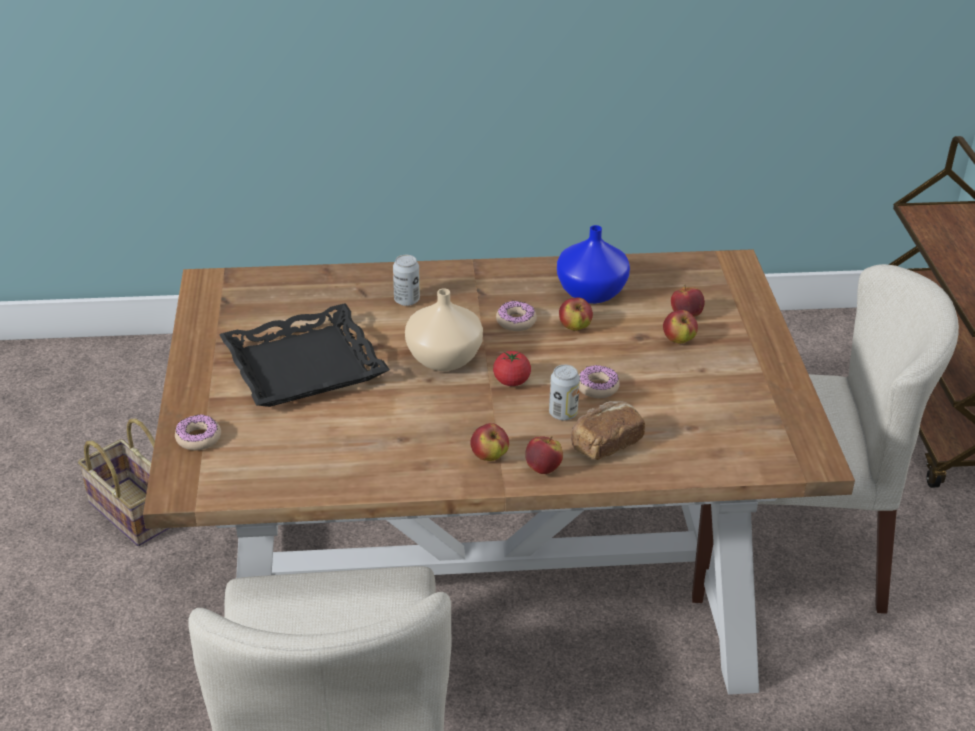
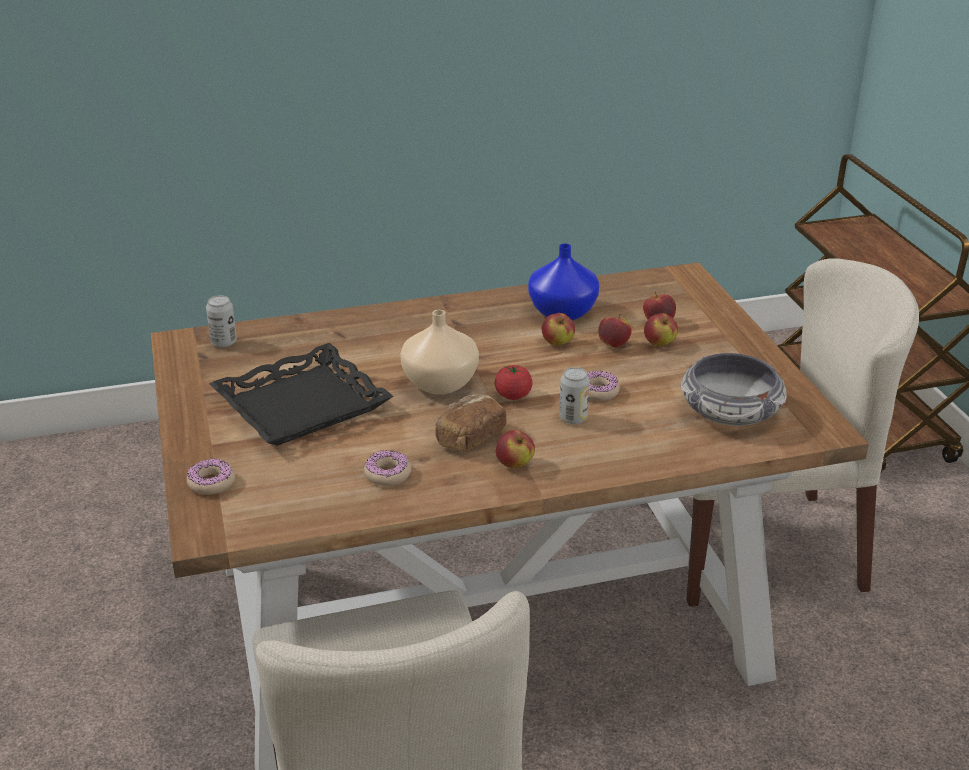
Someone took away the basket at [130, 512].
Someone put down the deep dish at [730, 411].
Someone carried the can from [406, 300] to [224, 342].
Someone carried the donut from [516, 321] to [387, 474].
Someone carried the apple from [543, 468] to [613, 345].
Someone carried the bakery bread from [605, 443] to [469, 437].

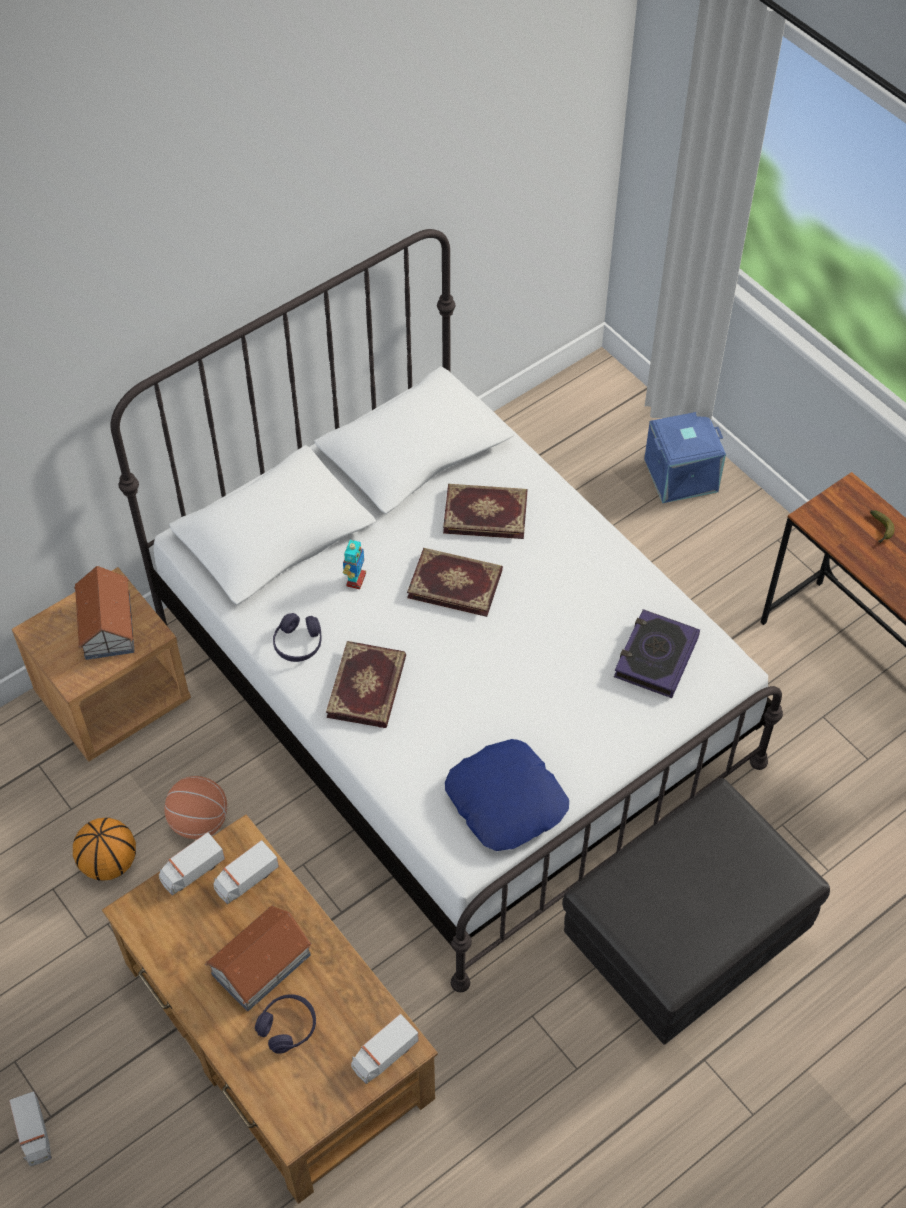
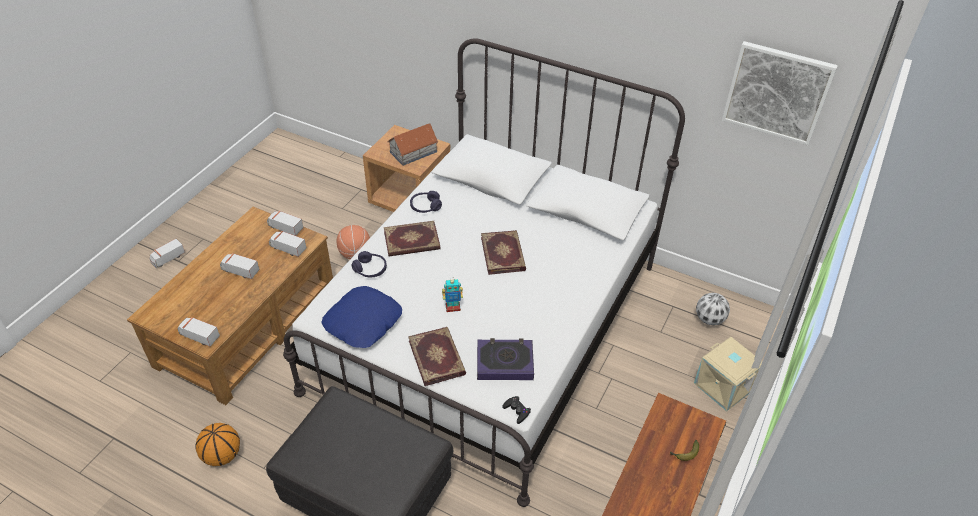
Someone put down the gamepad (black-coloured) at [517, 411].
Someone put down the football at [710, 319].
Someone put up the wall art at [777, 92].
Someone carried the basketball from [108, 862] to [222, 455].
Someone carried the pair of headphones (purplish) from [287, 1026] to [370, 269].
Someone carried the model robot from [355, 579] to [453, 307].
Someone carried the bound book from [485, 512] to [437, 357].
Someone swapped the miniature house at [262, 964] for the toy lorry at [240, 271].
Someone repainted the storage box (bluish) at [681, 474], which became the storage box (beige) at [724, 386].

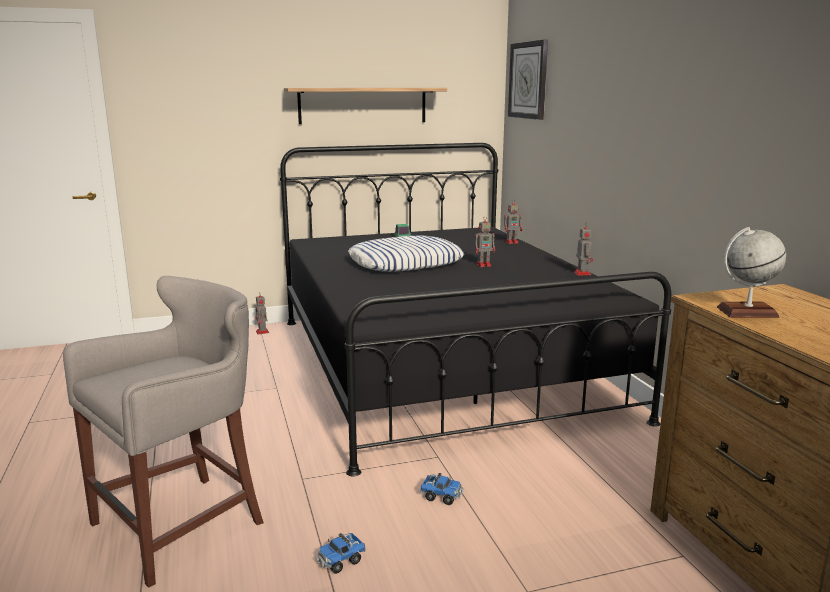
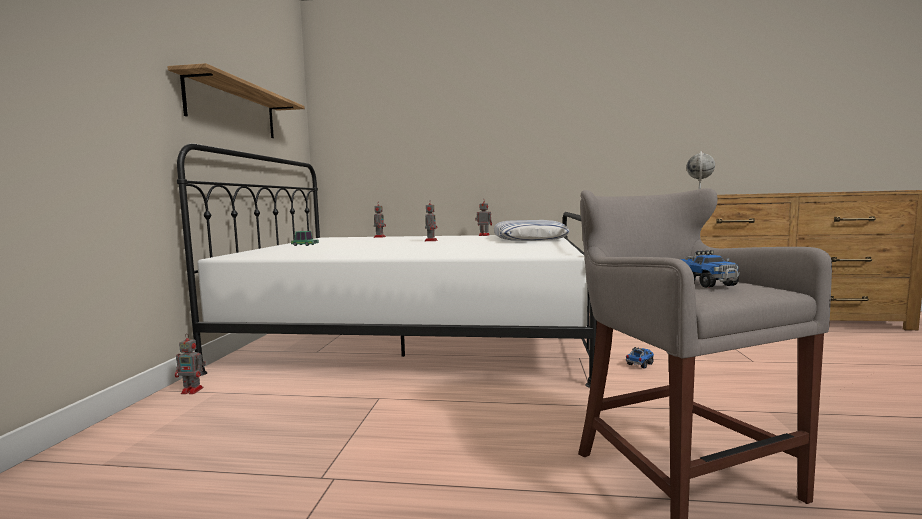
Someone took away the hanging clock at [528, 80].
Someone carried the toy lorry from [341, 561] to [707, 284].
Someone carried the pillow from [405, 263] to [528, 238].
Someone repainted the bed (black-coloured) at [441, 365], which became the bed (whitish) at [418, 336].

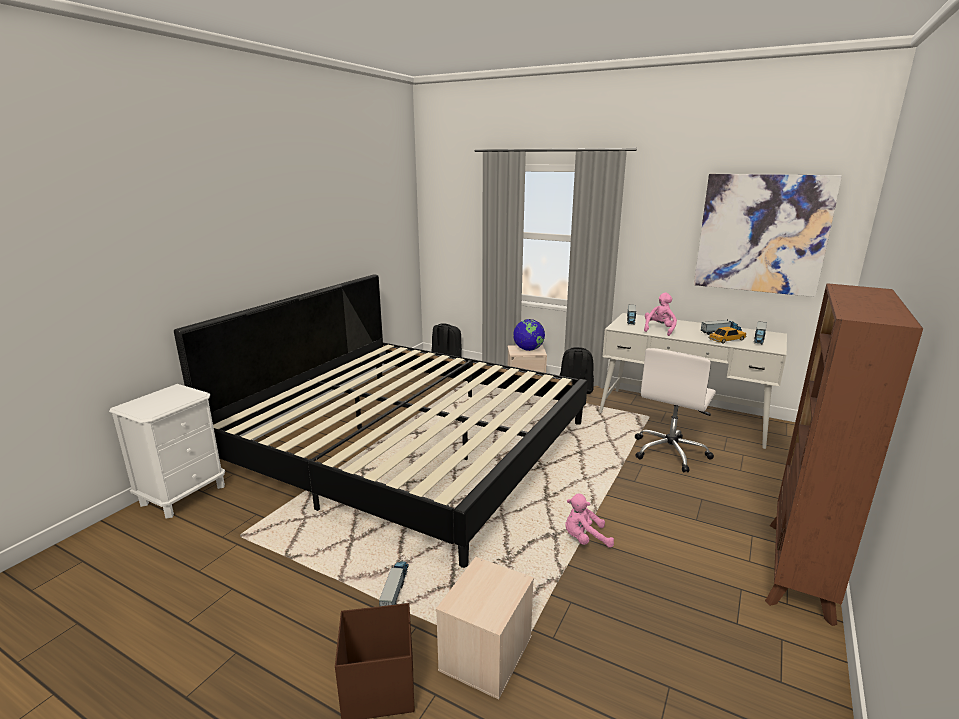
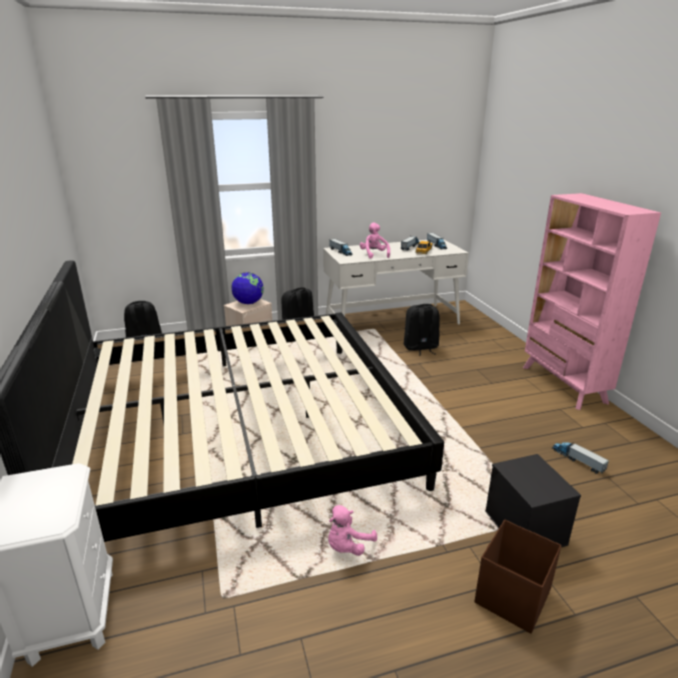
Someone took away the wall art at [761, 234].
Someone carried the toy lorry from [395, 589] to [577, 460].
Someone carried the cuddly toy (pink) from [584, 539] to [347, 546].
Someone swapped the computer chair (whitish) at [670, 452] for the rucksack (black-coloured) at [420, 348].
Someone repainted the storage box (beige) at [486, 654], which became the storage box (black-coloured) at [526, 528].
Someone repainted the bookcase (brown) at [798, 569], which became the bookcase (pink) at [563, 385].

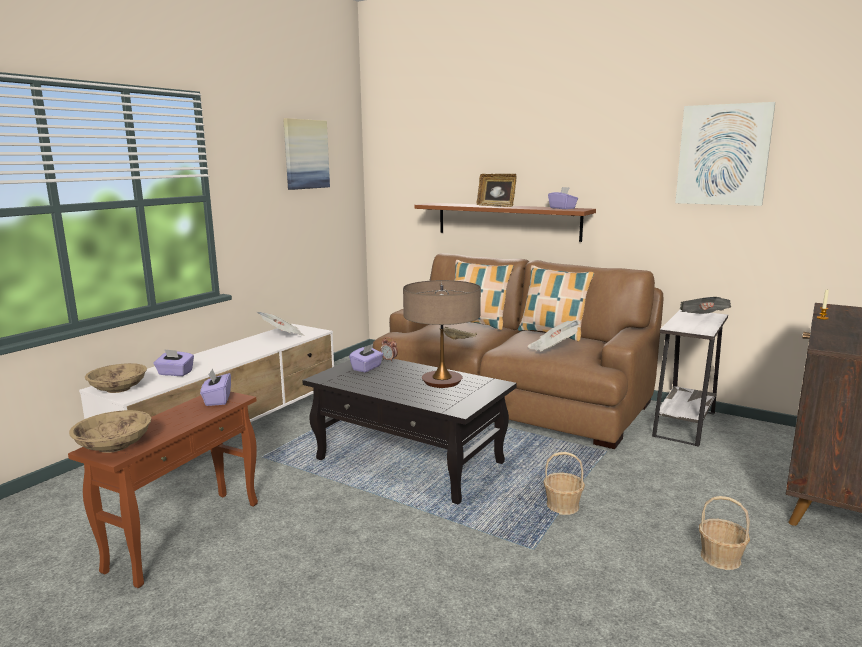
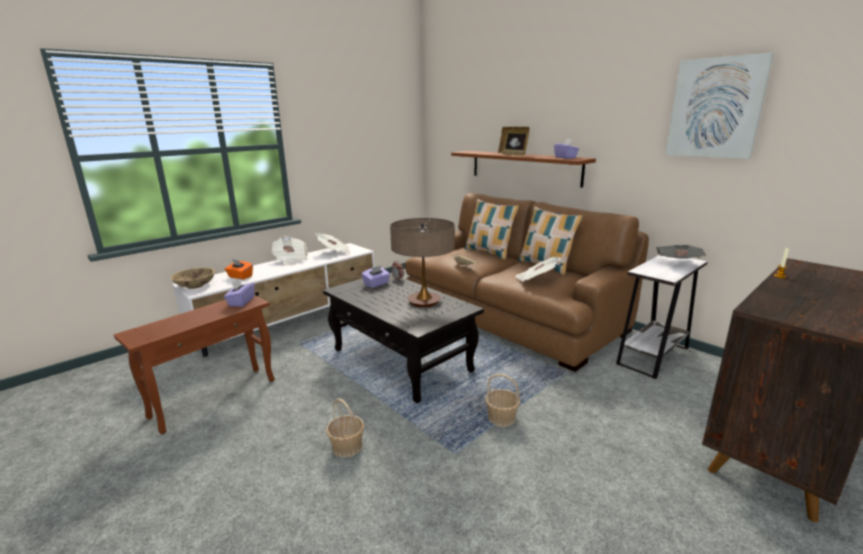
Someone took away the deep dish (beige) at [114, 446].
Someone took away the wall art at [306, 154].
Someone put down the printed paper at [291, 260].
Someone carried the basket from [720, 558] to [347, 446].
Someone repainted the tissue holder (purplish) at [175, 373], which became the tissue holder (orangey) at [240, 277].

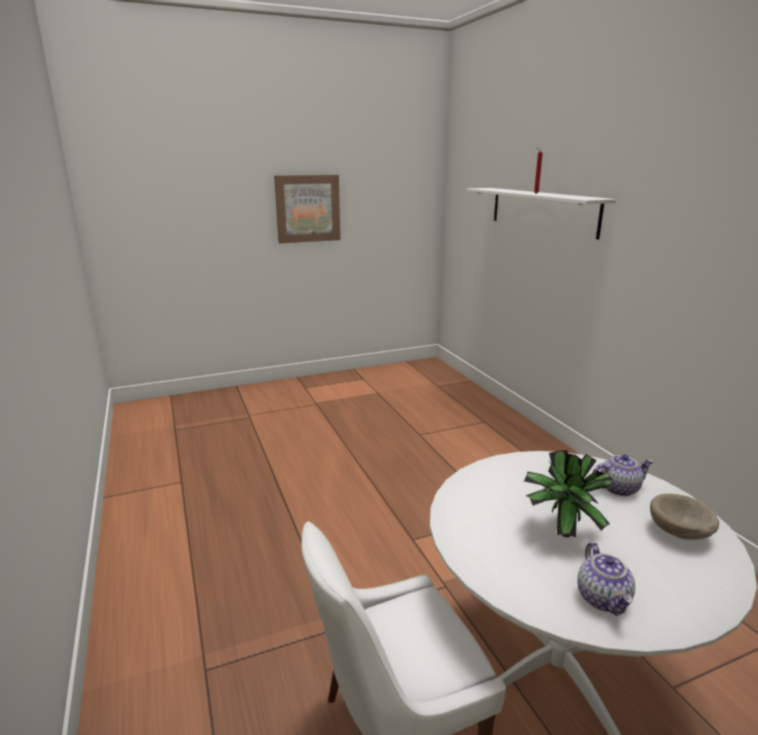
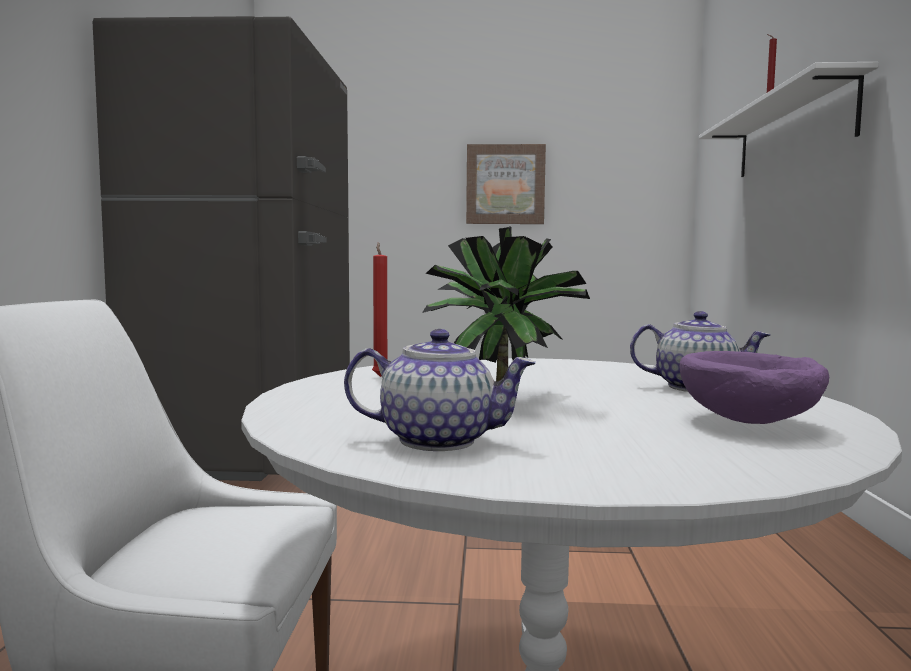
Someone put down the refrigerator (grey) at [251, 450].
Someone put down the wax light (reddish) at [380, 376].
Someone repainted the deep dish (beige) at [680, 534], which became the deep dish (purplish) at [748, 423].
Someone rotated the tea pot at [603, 599] by 105 degrees counterclockwise.

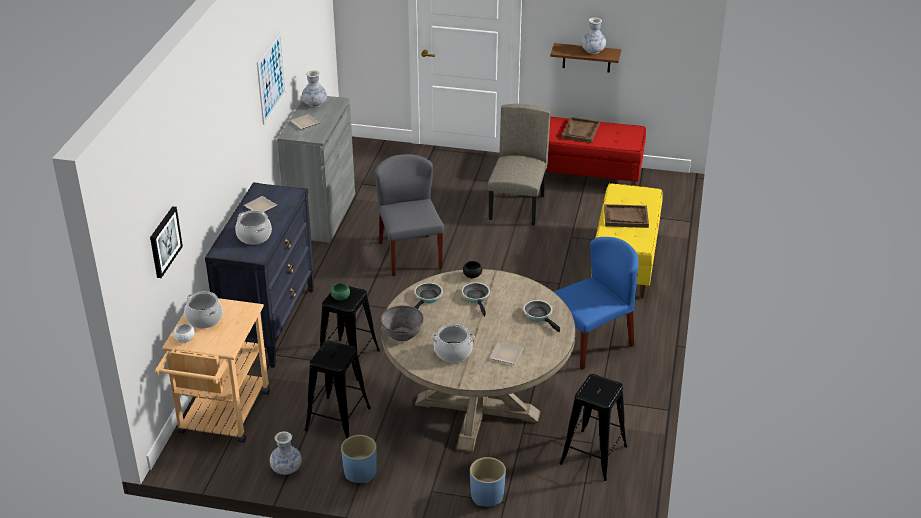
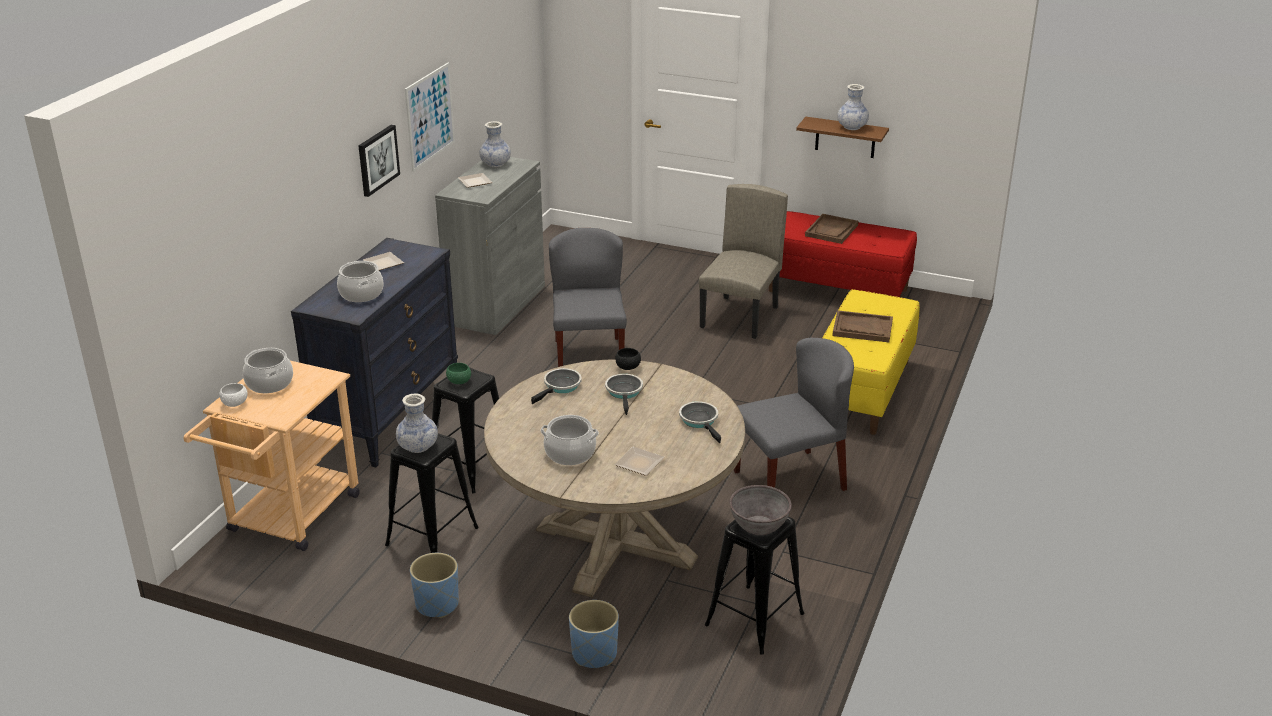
Someone carried the wall art from [164, 241] to [377, 160].
Someone carried the vase from [286, 468] to [418, 446].
Someone carried the deep dish (grey) from [402, 334] to [759, 525].
Someone repainted the upright chair (bluish) at [591, 342], which became the upright chair (grey) at [790, 480].

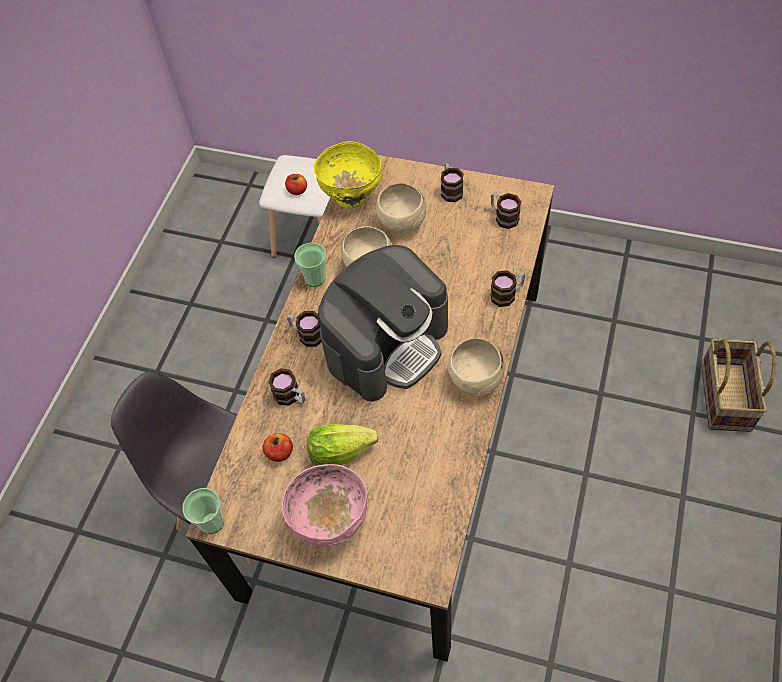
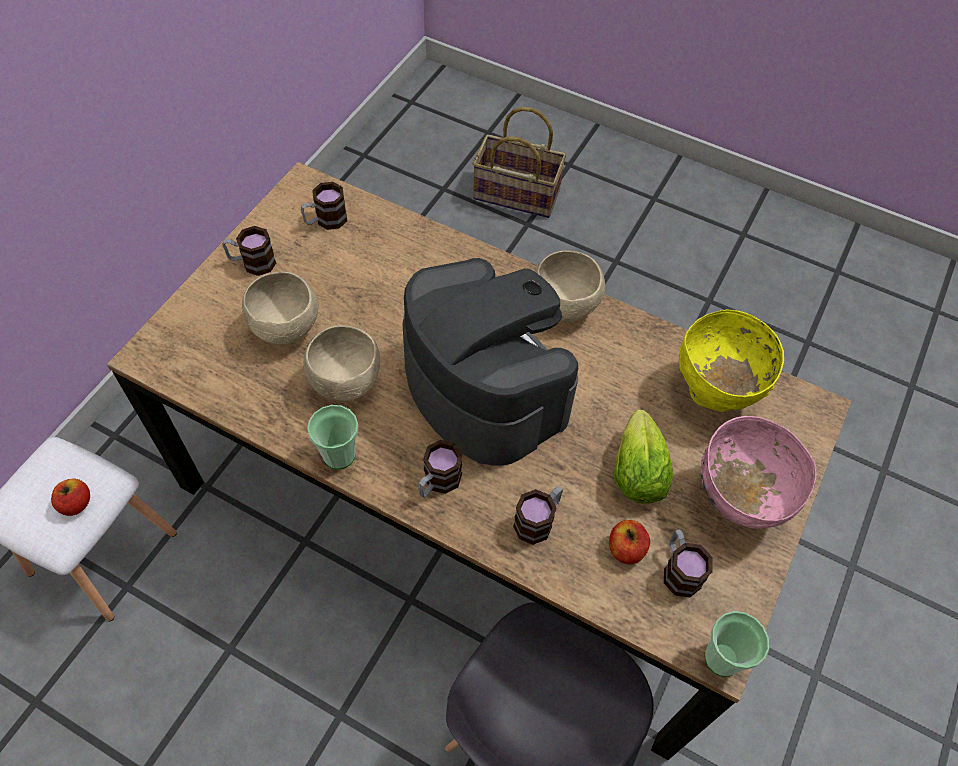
Someone carried the deep dish (yellow) from [351, 197] to [715, 392].
Someone carried the tea mug from [507, 294] to [679, 569].

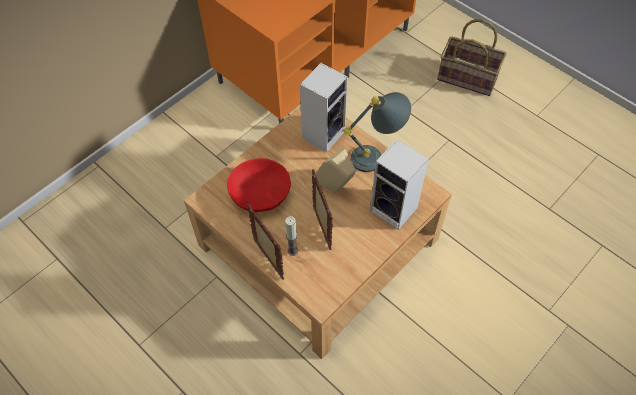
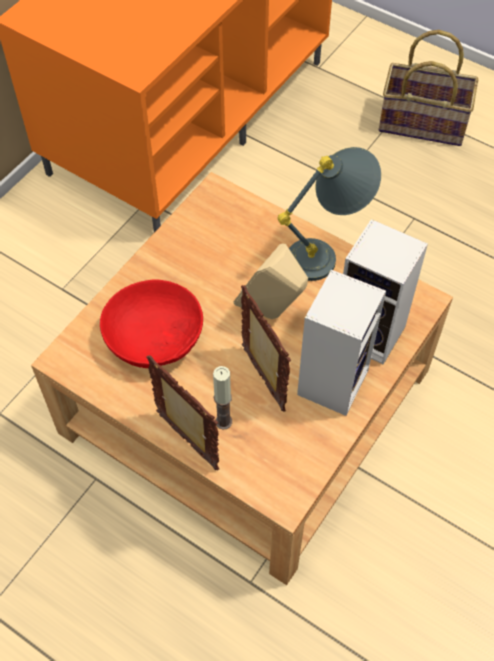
Someone carried the audio speaker from [324, 133] to [332, 379].

